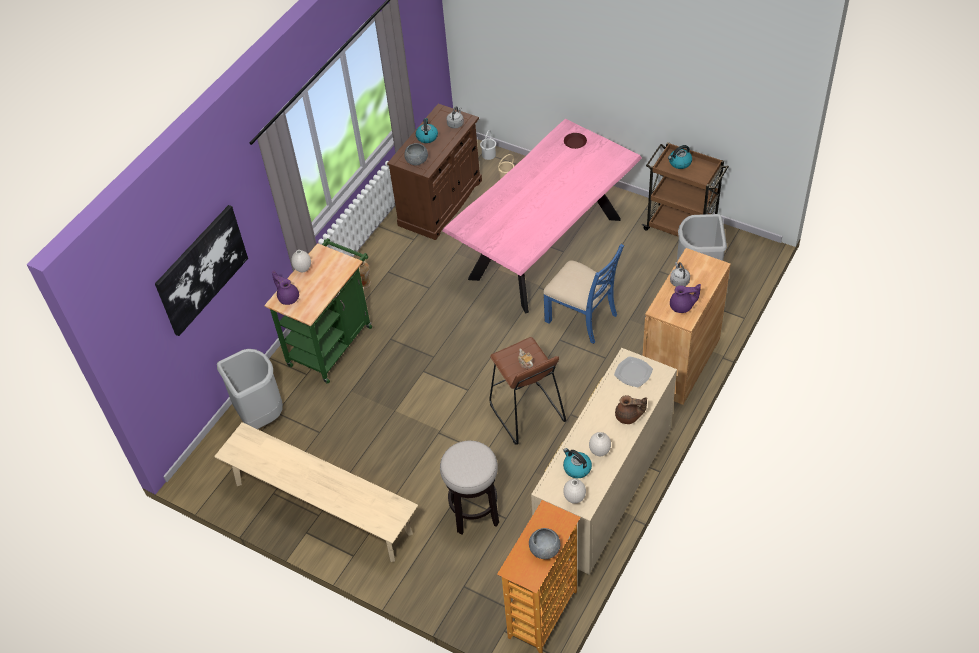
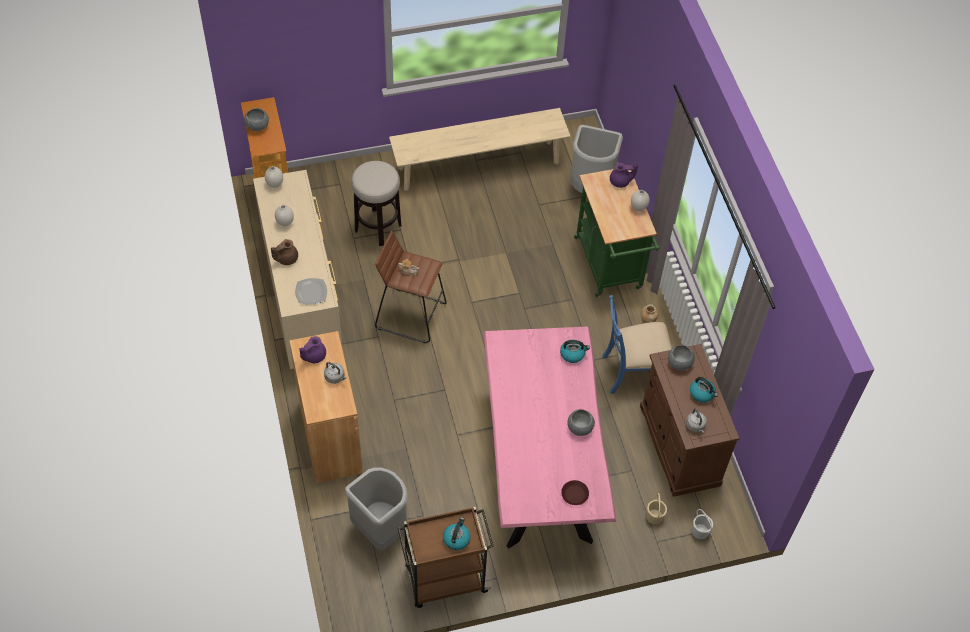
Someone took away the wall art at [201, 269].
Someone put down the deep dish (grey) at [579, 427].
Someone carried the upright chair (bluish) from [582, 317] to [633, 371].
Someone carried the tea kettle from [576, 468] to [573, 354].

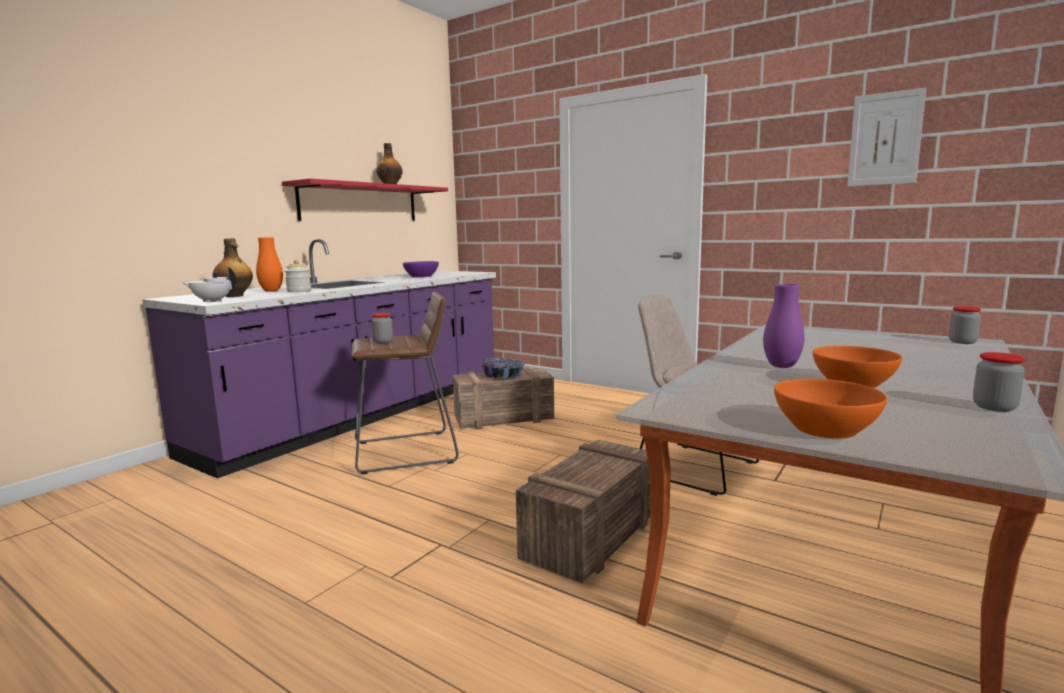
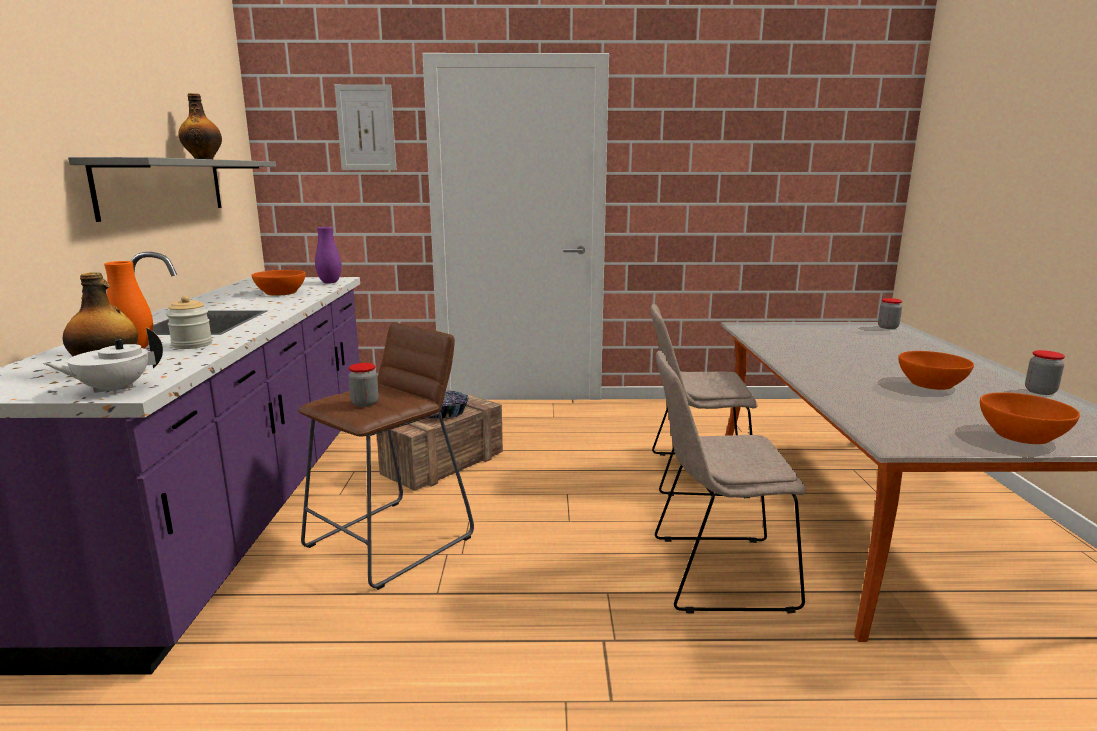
Someone carried the vase (purplish) from [781, 366] to [330, 282].
Someone carried the wall art from [885, 139] to [366, 128].
Someone swapped the packing crate at [591, 535] for the upright chair (beige) at [715, 573].
Someone repainted the wall shelf (reddish) at [360, 203], which became the wall shelf (grey) at [163, 187].
Someone repainted the deep dish (purplish) at [421, 276], which became the deep dish (orangey) at [281, 293].

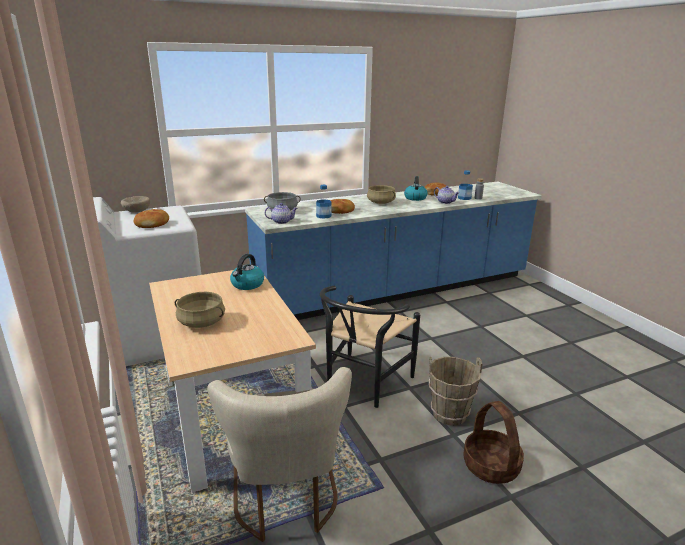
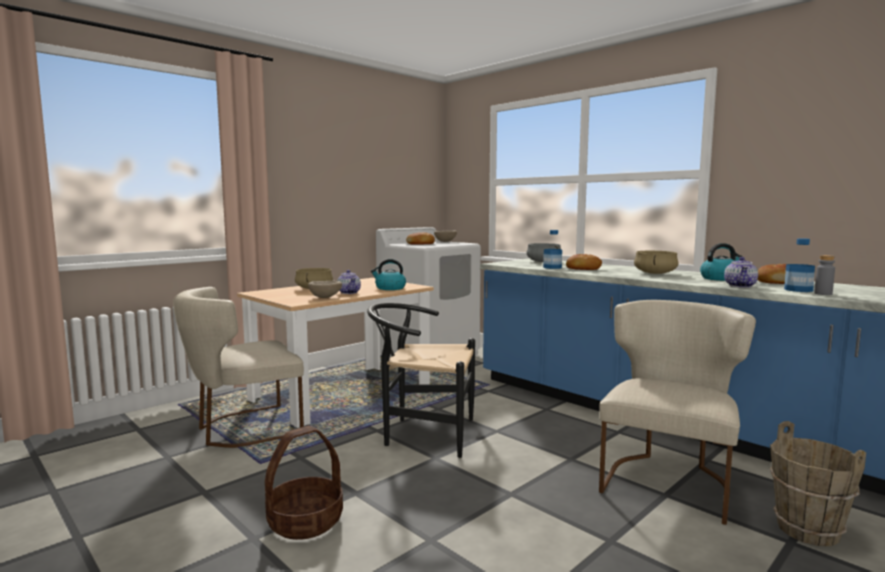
Someone put down the deep dish (beige) at [326, 297].
Someone put down the upright chair (beige) at [668, 480].
Someone carried the tea pot from [282, 222] to [349, 292].
Someone carried the water bucket (brown) from [449, 414] to [807, 530].

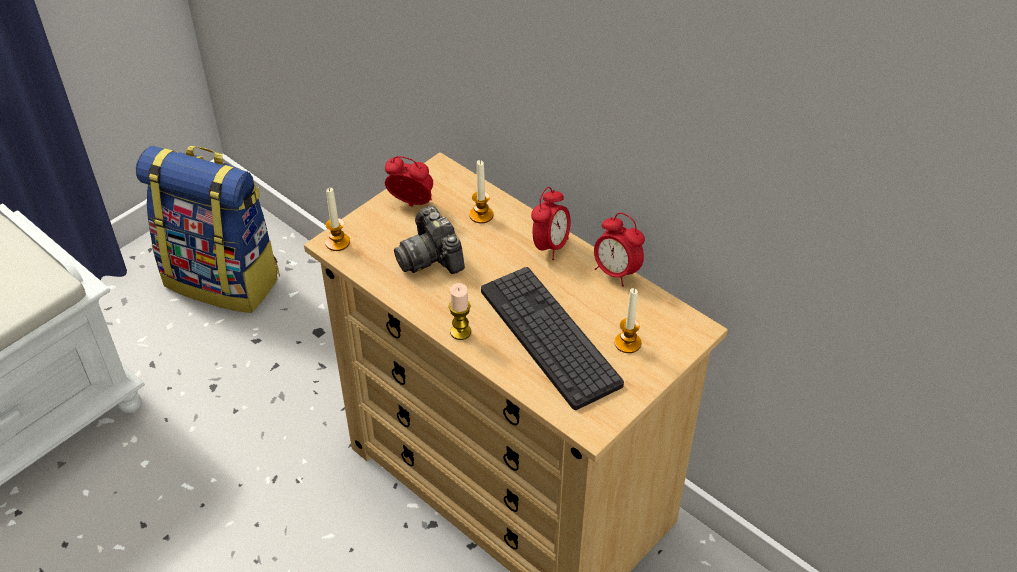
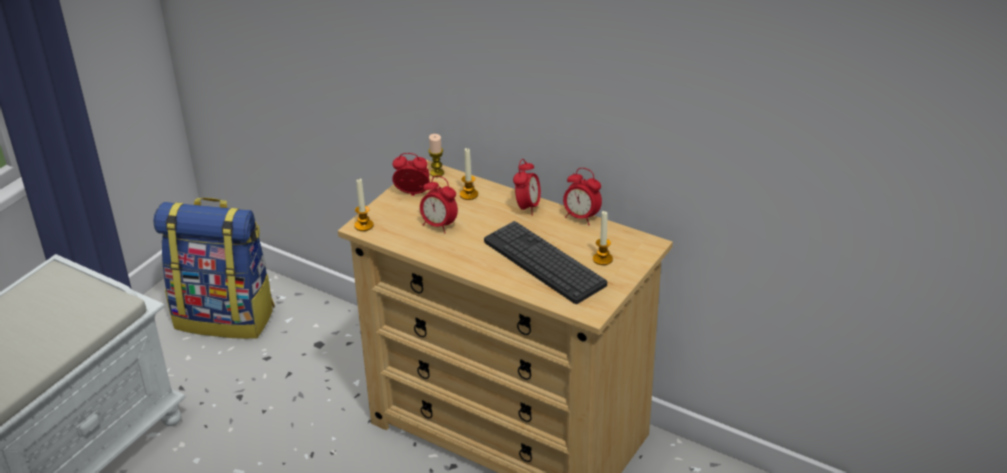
Someone carried the wax light from [460, 332] to [437, 173].
Someone swapped the photo camera at [431, 257] for the table clock at [439, 225].

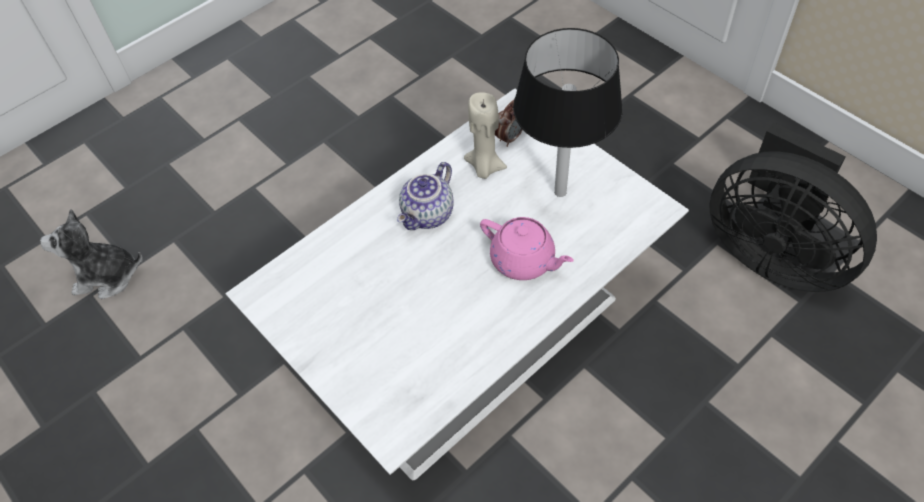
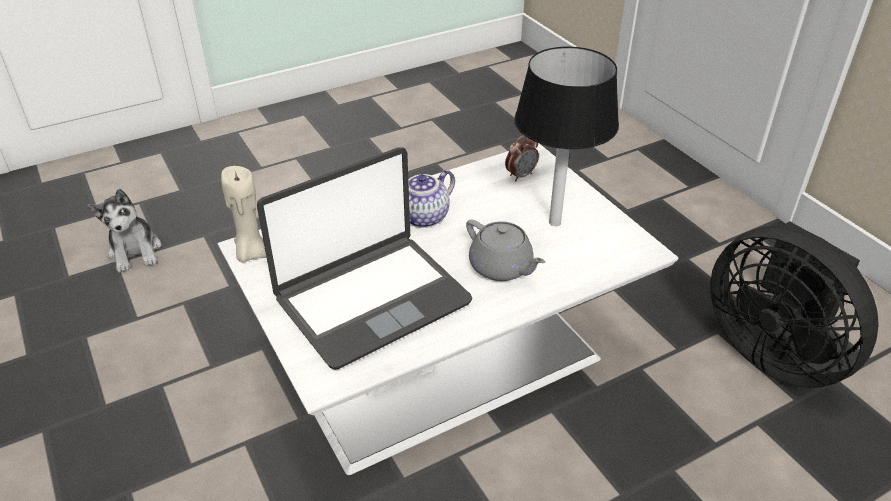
Someone put down the notebook computer at [371, 300].
Someone carried the wax light (beige) from [484, 167] to [251, 253].
Someone repainted the tea pot (pink) at [524, 260], which became the tea pot (grey) at [502, 267].
Someone rotated the cuddly toy at [107, 277] by 120 degrees counterclockwise.

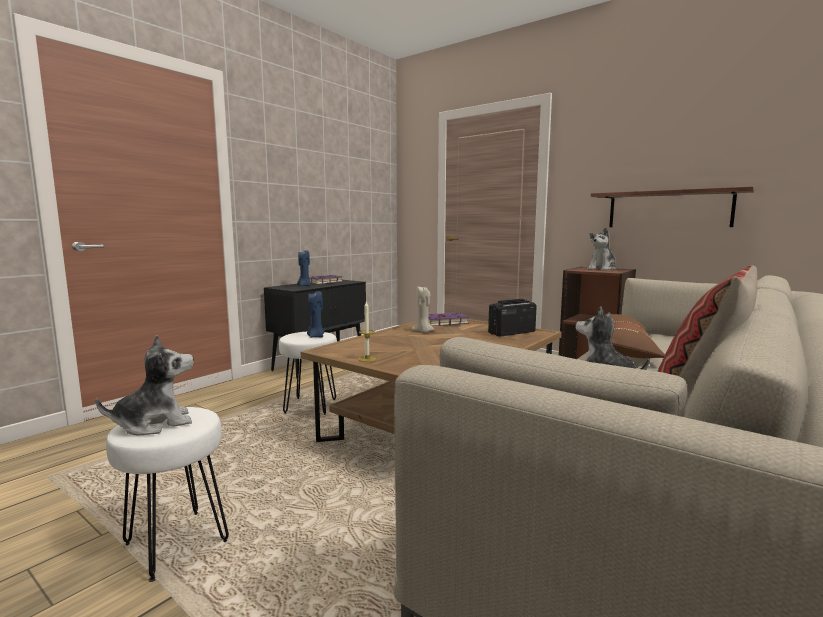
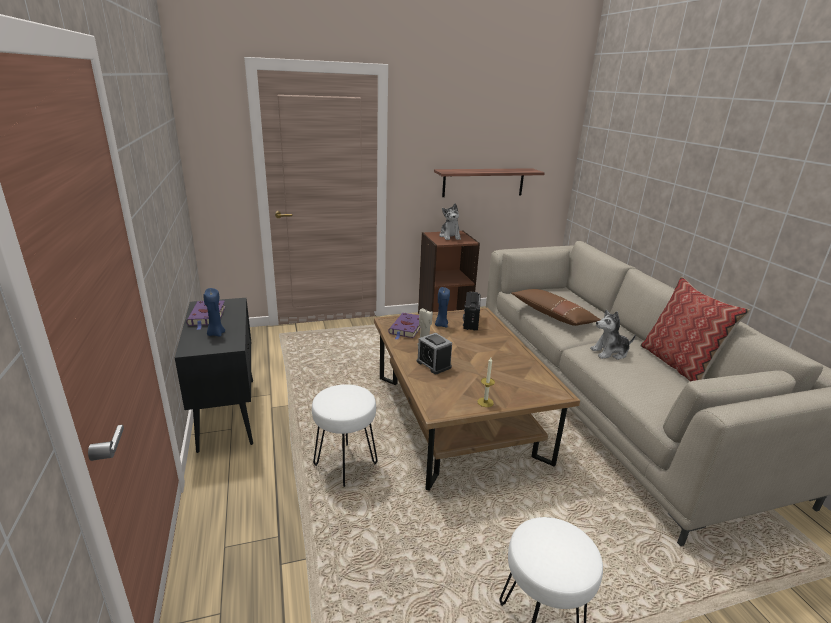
Someone took away the cuddly toy at [155, 424].
Someone put down the table clock at [433, 364].
Someone carried the wax light (bluish) from [316, 336] to [441, 325].

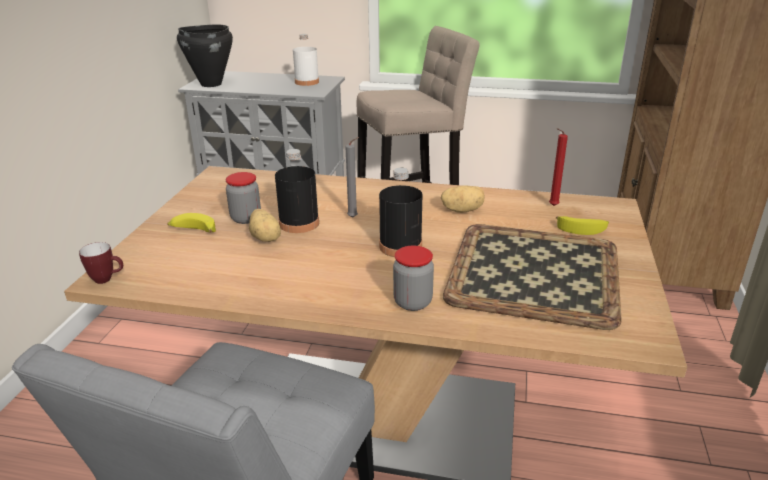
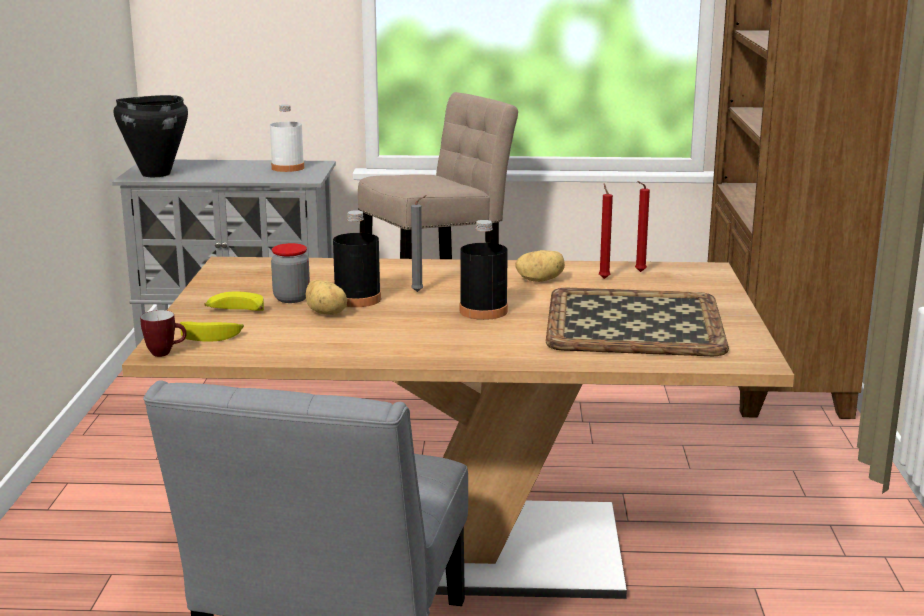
Someone took away the preserve jar at [412, 302].
Someone put down the wax light (reddish) at [603, 278].
Someone carried the banana from [582, 229] to [212, 336].

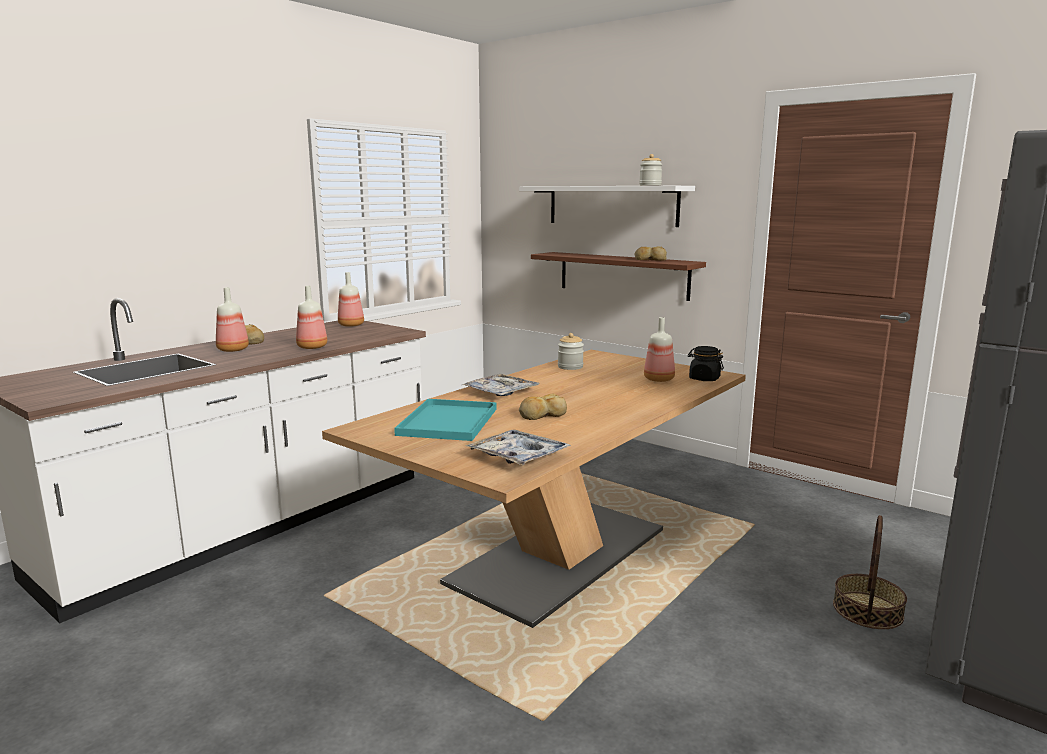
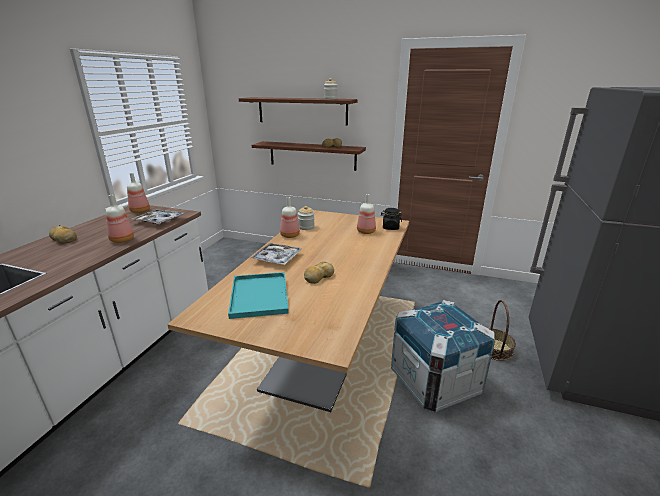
Someone put down the packing crate at [435, 382].
Someone carried the bottle from [232, 350] to [289, 235].
Someone carried the serving tray from [518, 456] to [159, 221].
Someone repainted the wall shelf (whitish) at [612, 205], which became the wall shelf (brown) at [302, 111].

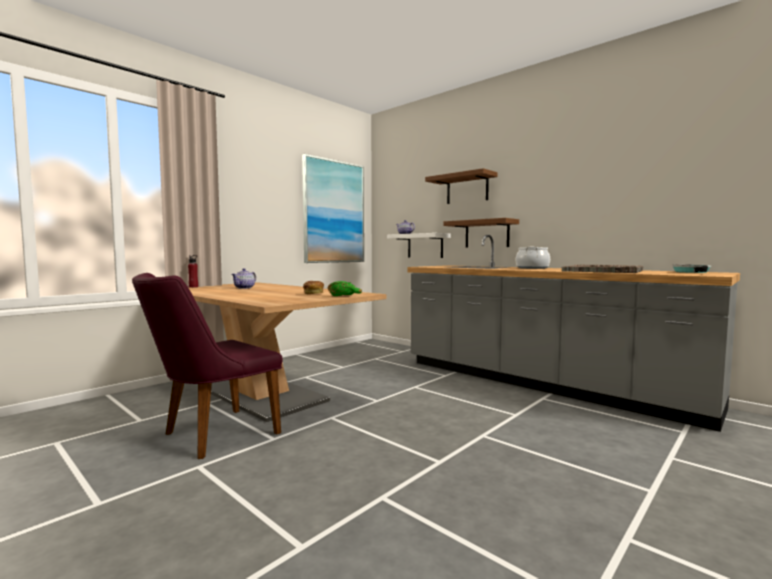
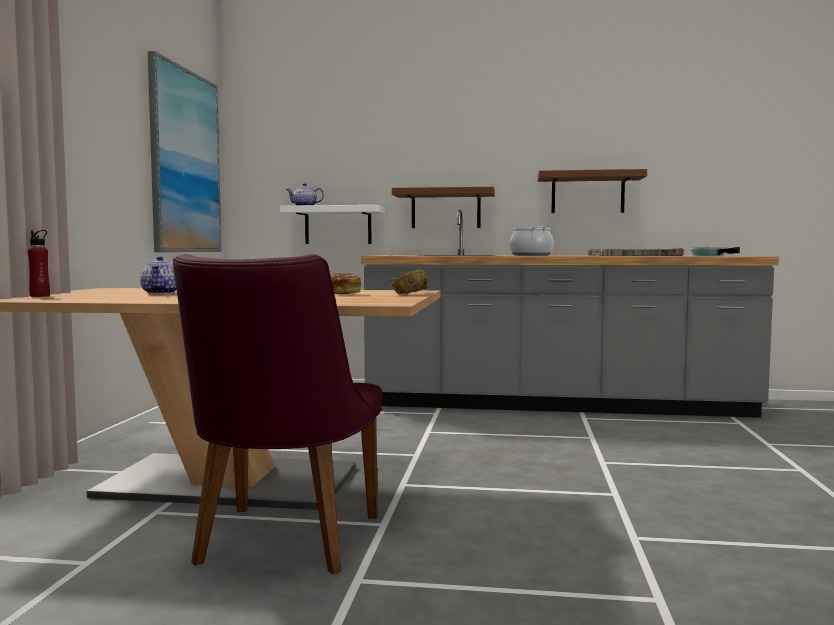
Someone carried the wall shelf (brown) from [467, 189] to [587, 193].
Someone repainted the deep dish (green-coloured) at [344, 296], which became the deep dish (brown) at [412, 293].

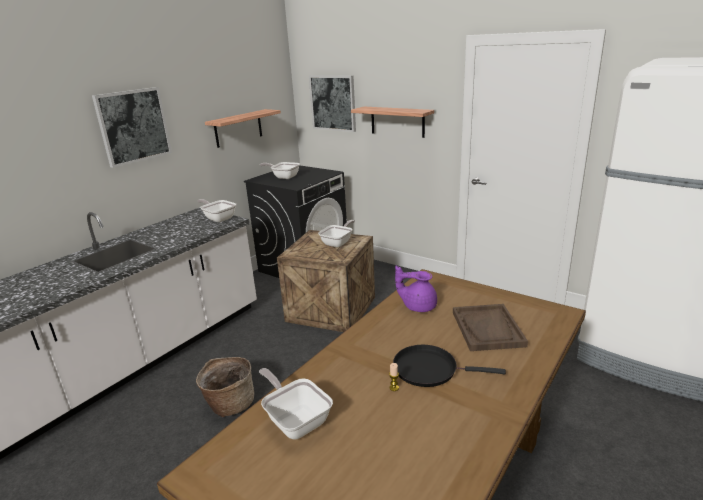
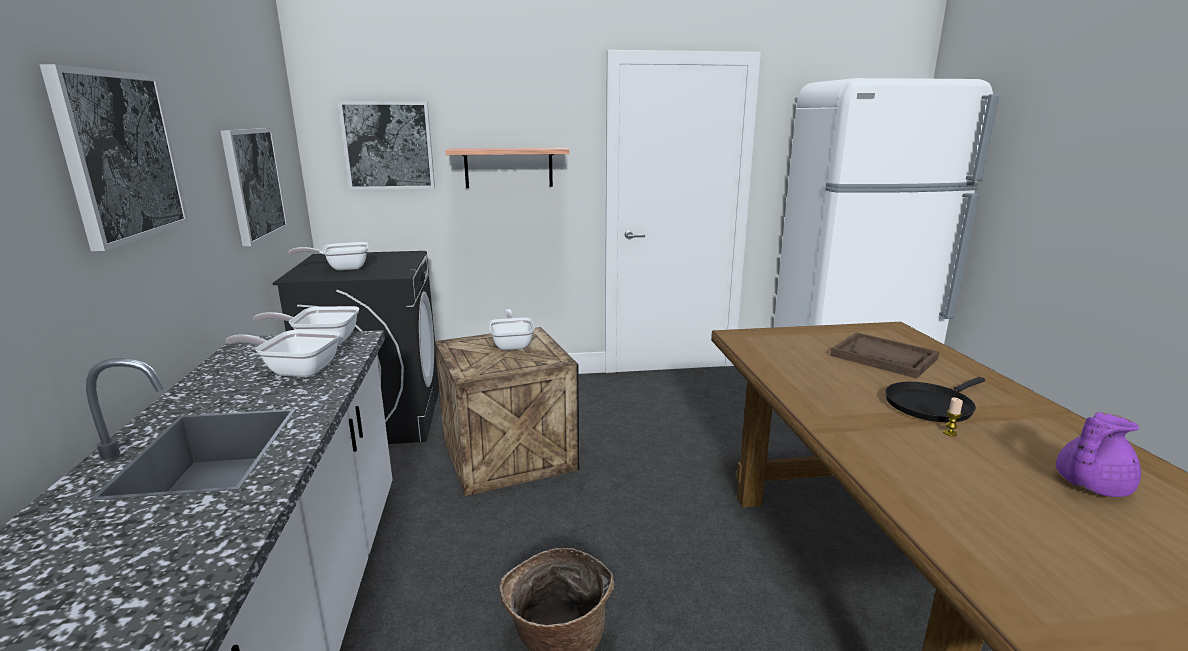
Someone carried the skillet from [296, 420] to [296, 370].
Someone carried the tea pot (purplish) from [418, 306] to [1089, 485].
Someone swapped the wall shelf at [238, 128] for the wall art at [253, 184].

